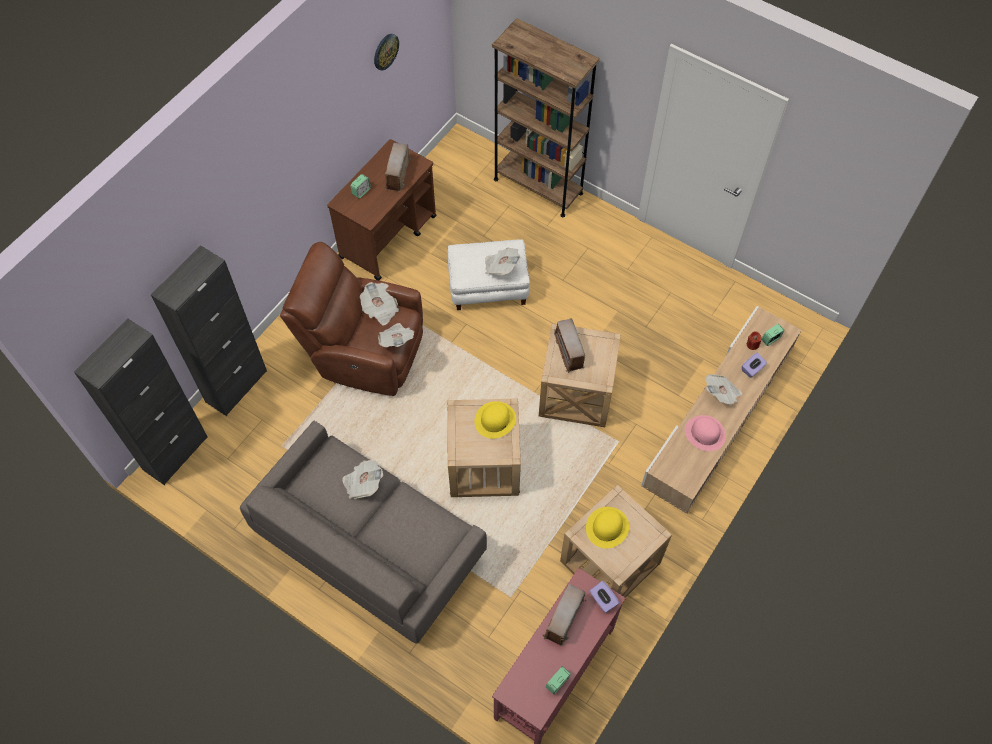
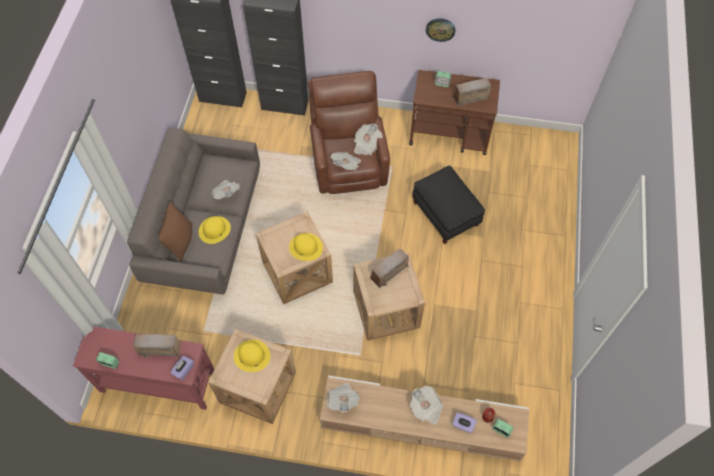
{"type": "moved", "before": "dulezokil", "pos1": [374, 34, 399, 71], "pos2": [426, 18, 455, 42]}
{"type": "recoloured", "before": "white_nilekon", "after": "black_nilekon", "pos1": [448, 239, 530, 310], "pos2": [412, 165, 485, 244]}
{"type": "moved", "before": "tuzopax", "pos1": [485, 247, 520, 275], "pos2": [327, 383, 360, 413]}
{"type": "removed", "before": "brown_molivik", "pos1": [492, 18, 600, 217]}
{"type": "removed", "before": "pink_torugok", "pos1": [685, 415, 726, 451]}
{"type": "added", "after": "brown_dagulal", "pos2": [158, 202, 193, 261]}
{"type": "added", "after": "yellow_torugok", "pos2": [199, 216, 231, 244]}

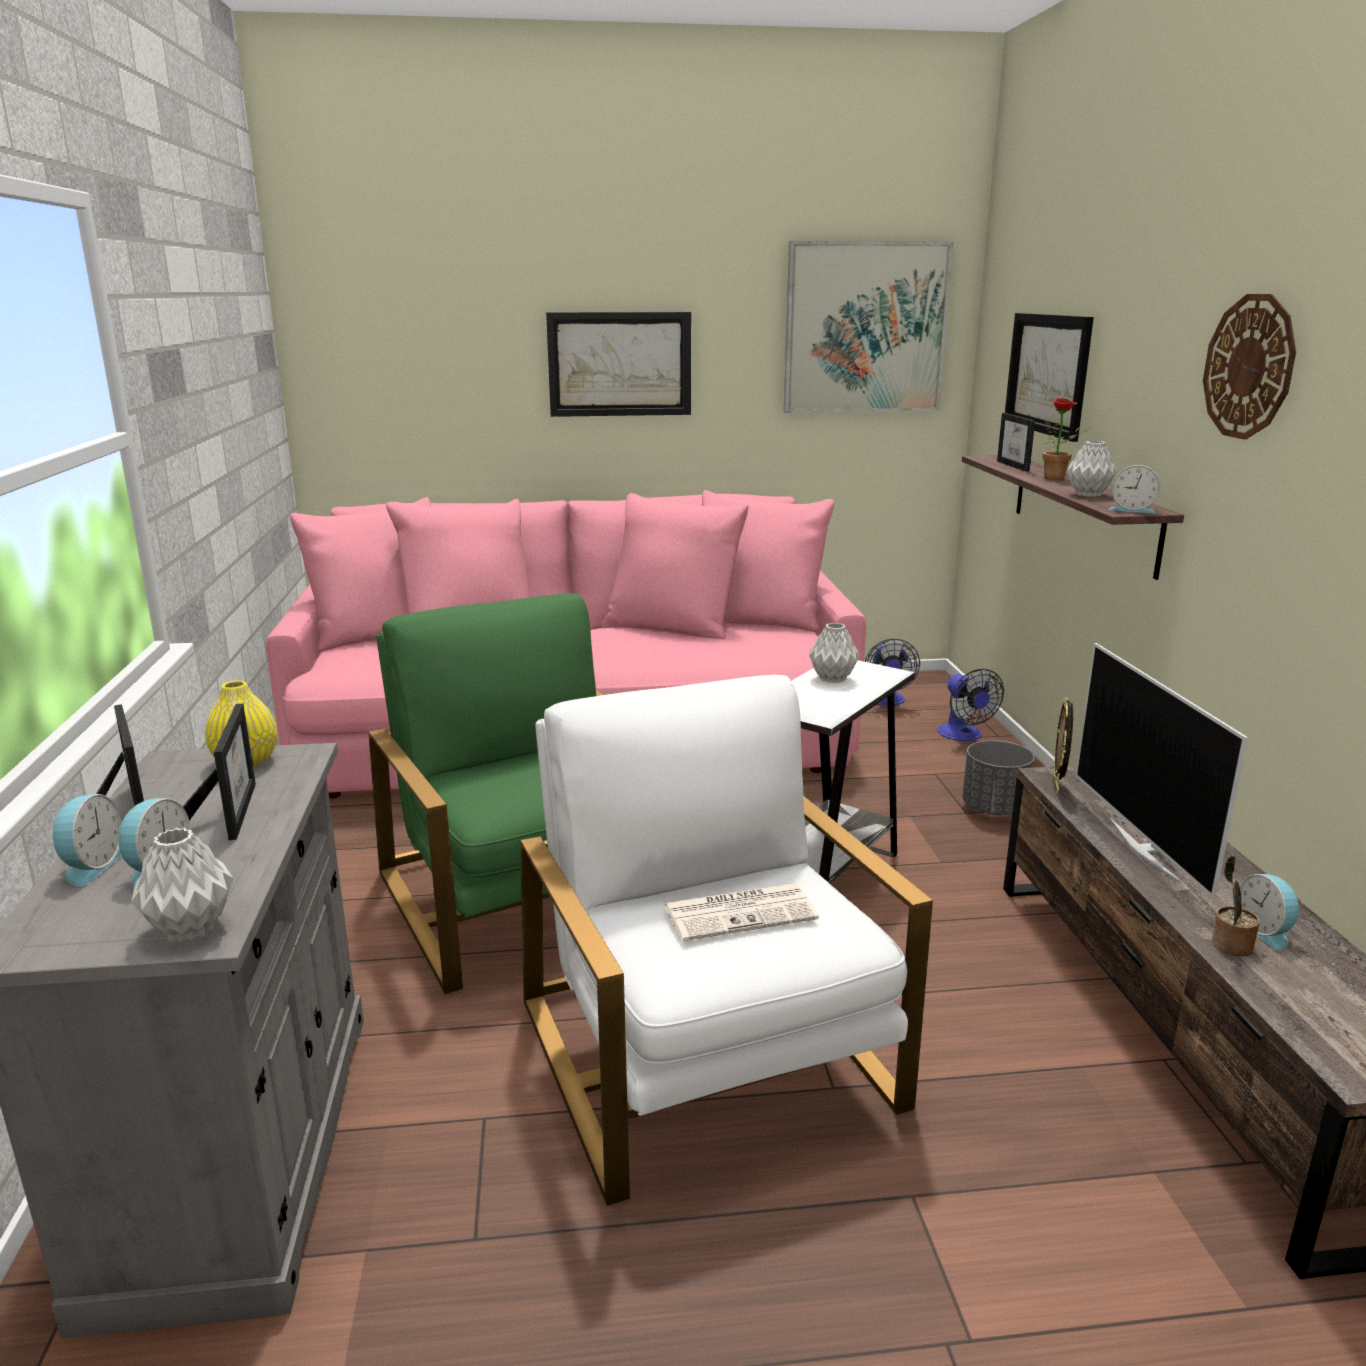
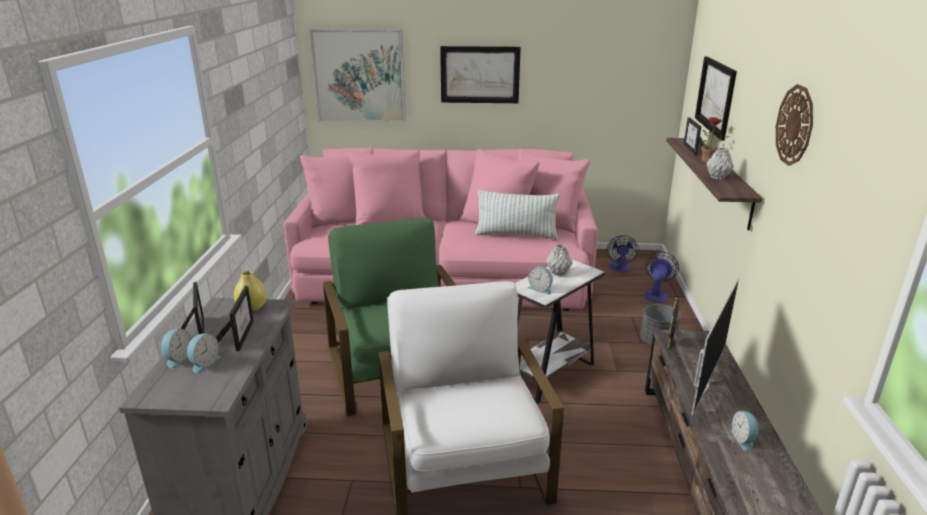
{"type": "removed", "before": "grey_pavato", "pos1": [131, 828, 233, 941]}
{"type": "removed", "before": "tuzopax", "pos1": [664, 883, 819, 941]}
{"type": "moved", "before": "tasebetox", "pos1": [784, 241, 953, 413], "pos2": [309, 29, 406, 122]}
{"type": "turned", "before": "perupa", "pos1": [938, 669, 1004, 741], "pos2": [644, 251, 679, 303], "turn": -150}
{"type": "turned", "before": "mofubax", "pos1": [1075, 643, 1248, 898], "pos2": [691, 278, 739, 415], "turn": -150}
{"type": "moved", "before": "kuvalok", "pos1": [1108, 465, 1160, 513], "pos2": [528, 266, 553, 295]}
{"type": "removed", "before": "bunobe", "pos1": [1212, 856, 1260, 956]}
{"type": "added", "after": "dagulal", "pos2": [475, 190, 560, 240]}

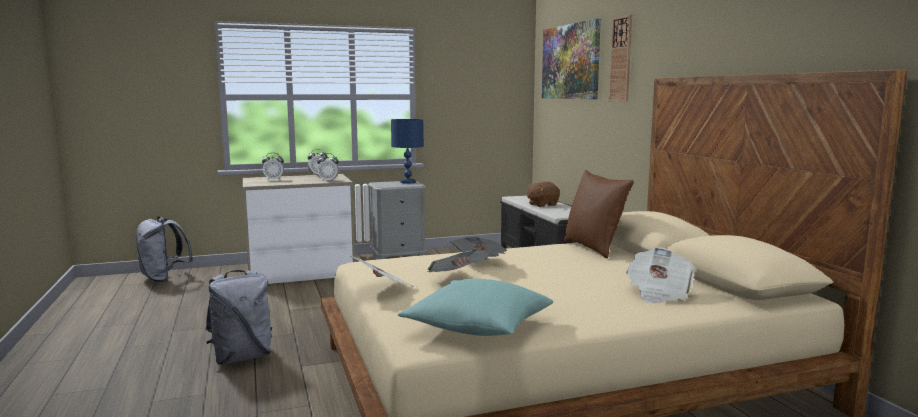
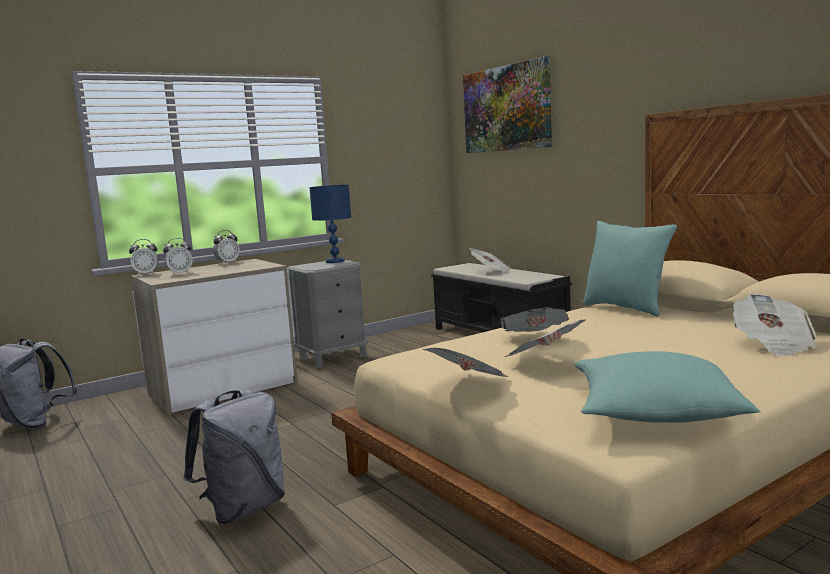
{"type": "moved", "before": "kuvalok", "pos1": [317, 153, 339, 182], "pos2": [129, 239, 159, 276]}
{"type": "replaced", "before": "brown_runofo", "after": "tuzopax", "pos1": [527, 182, 560, 207], "pos2": [469, 248, 510, 273]}
{"type": "recoloured", "before": "brown_dagulal", "after": "turquoise_dagulal", "pos1": [564, 170, 634, 258], "pos2": [582, 221, 677, 316]}
{"type": "removed", "before": "dulezokil", "pos1": [609, 15, 632, 102]}

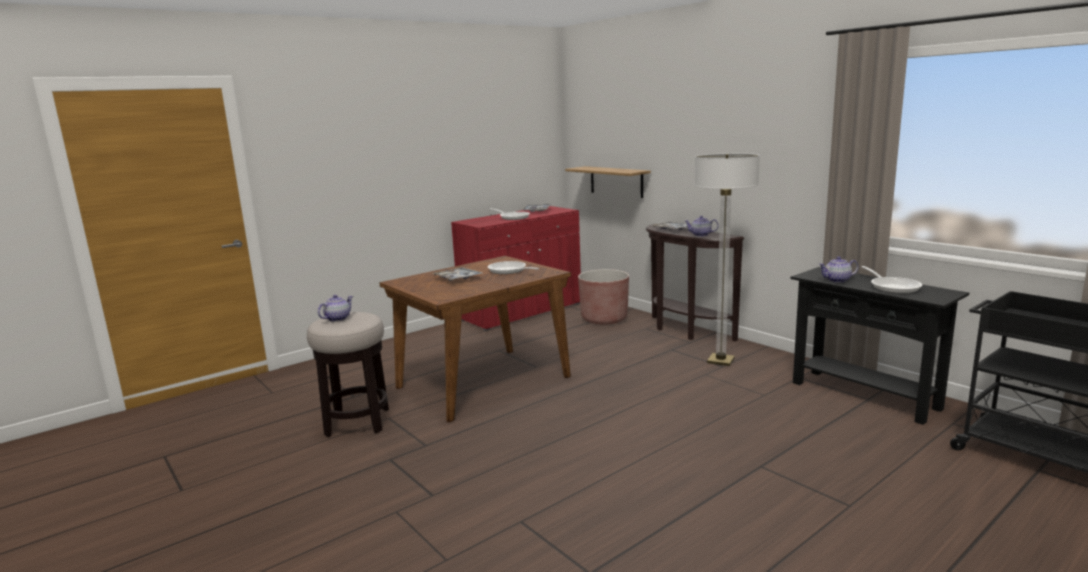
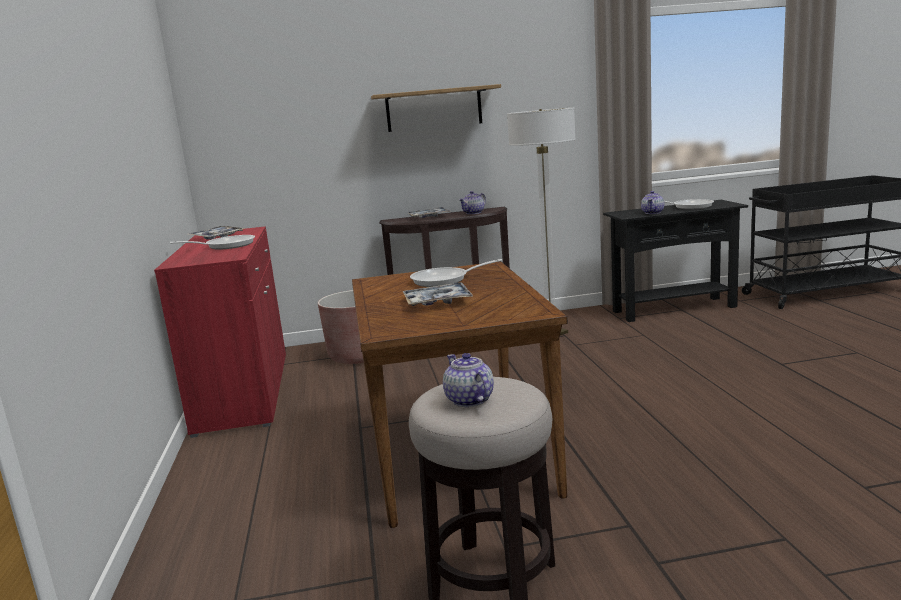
{"type": "moved", "before": "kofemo", "pos1": [565, 166, 651, 198], "pos2": [371, 84, 501, 132]}

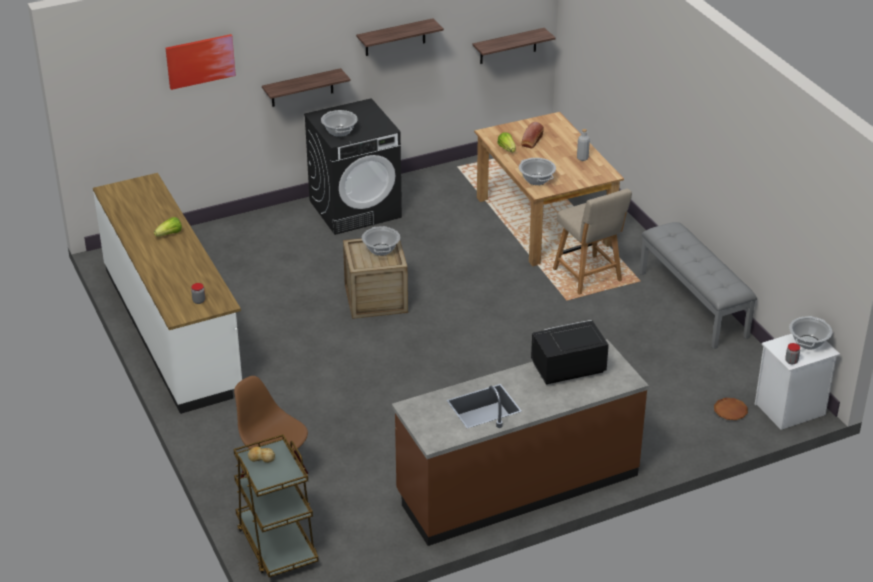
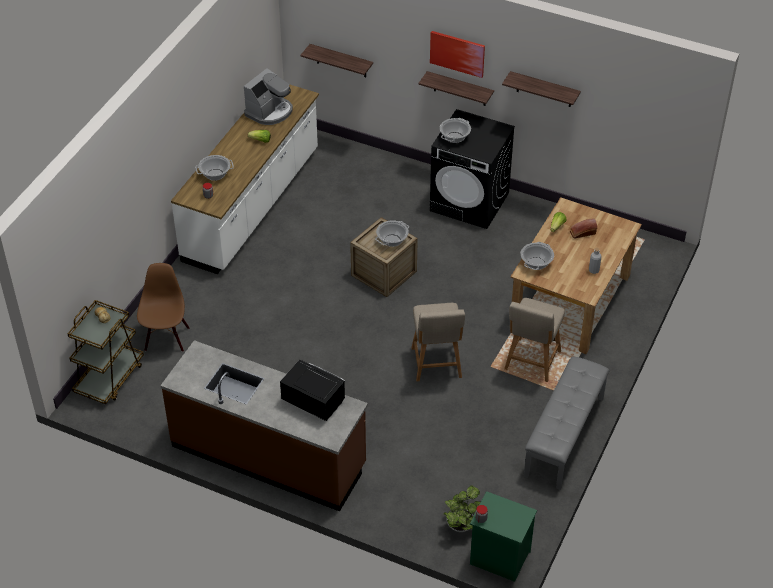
{"type": "moved", "before": "tasebetox", "pos1": [165, 34, 236, 90], "pos2": [430, 31, 485, 78]}
{"type": "moved", "before": "kofemo", "pos1": [472, 28, 555, 64], "pos2": [300, 44, 373, 77]}
{"type": "replaced", "before": "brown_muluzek", "after": "bunobe", "pos1": [714, 398, 748, 420], "pos2": [443, 485, 481, 532]}
{"type": "recoloured", "before": "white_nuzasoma", "after": "green_nuzasoma", "pos1": [755, 334, 840, 430], "pos2": [470, 491, 537, 582]}
{"type": "moved", "before": "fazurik", "pos1": [789, 316, 832, 349], "pos2": [195, 155, 234, 181]}
{"type": "added", "after": "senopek", "pos2": [244, 68, 293, 125]}
{"type": "added", "after": "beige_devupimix", "pos2": [411, 303, 465, 381]}

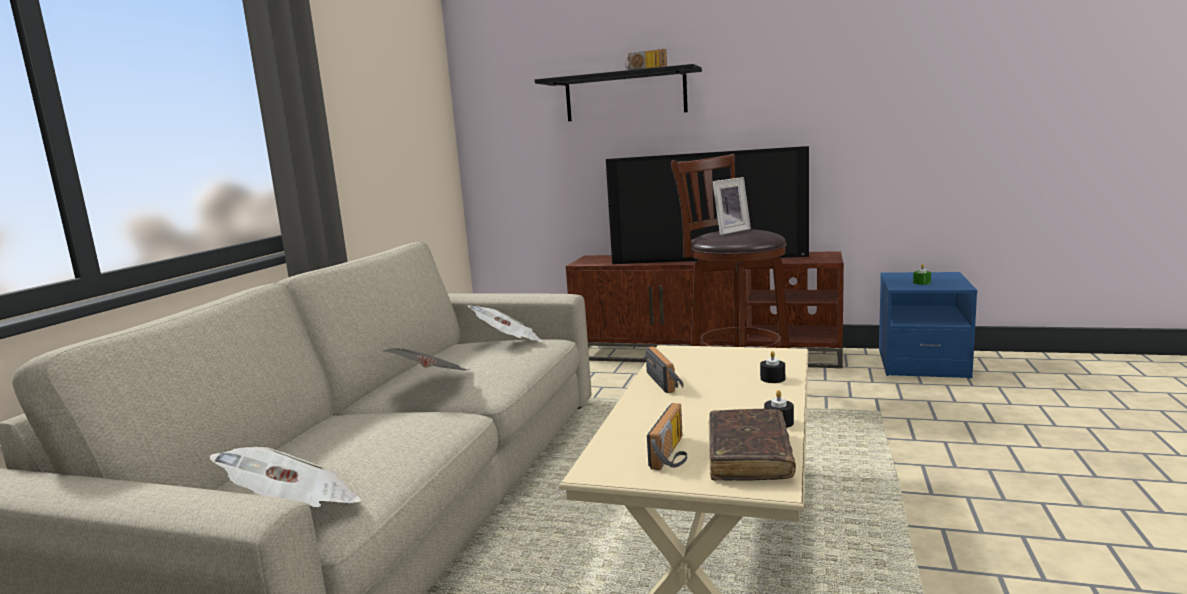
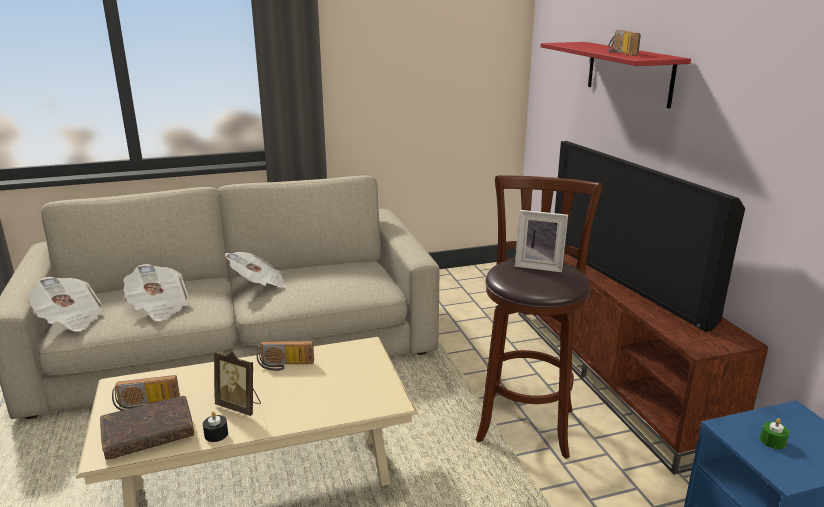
{"type": "moved", "before": "tuzopax", "pos1": [467, 306, 544, 342], "pos2": [123, 264, 189, 321]}
{"type": "recoloured", "before": "black_kofemo", "after": "red_kofemo", "pos1": [535, 64, 702, 121], "pos2": [541, 42, 691, 109]}
{"type": "turned", "before": "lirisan", "pos1": [646, 346, 683, 393], "pos2": [257, 341, 314, 371], "turn": 45}
{"type": "removed", "before": "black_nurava", "pos1": [760, 351, 785, 383]}
{"type": "added", "after": "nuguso", "pos2": [214, 351, 261, 416]}

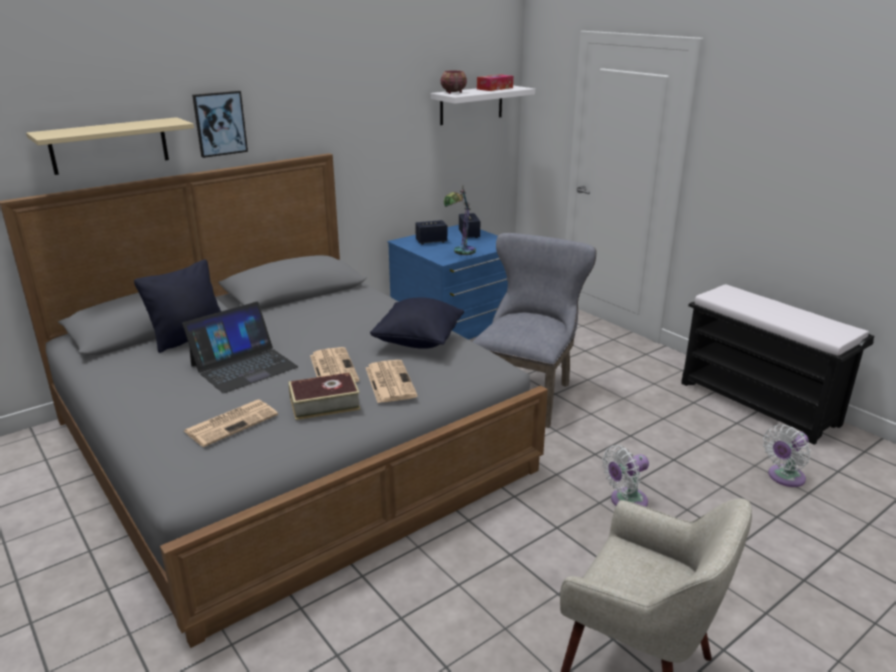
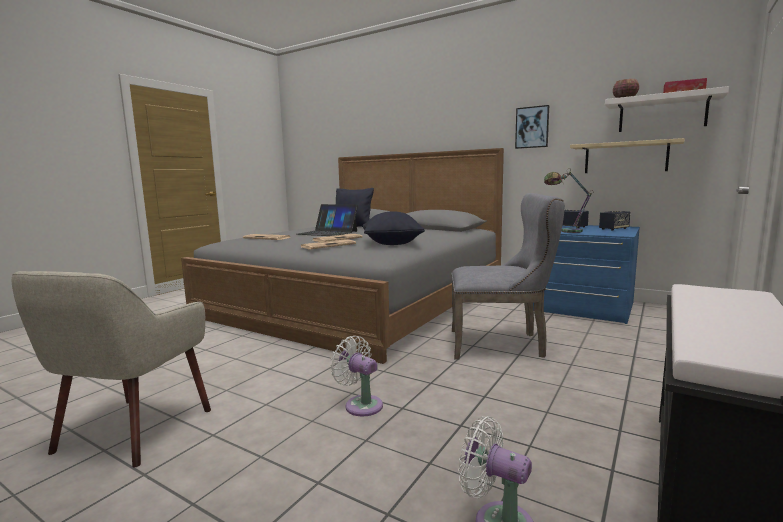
{"type": "moved", "before": "beige_kofemo", "pos1": [26, 117, 194, 175], "pos2": [570, 138, 685, 173]}
{"type": "moved", "before": "tasebetox", "pos1": [192, 91, 248, 158], "pos2": [515, 105, 549, 149]}
{"type": "removed", "before": "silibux", "pos1": [288, 372, 361, 420]}

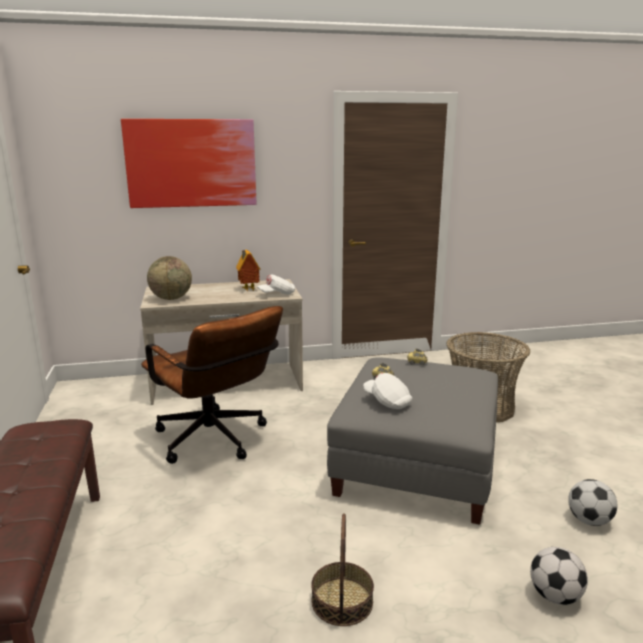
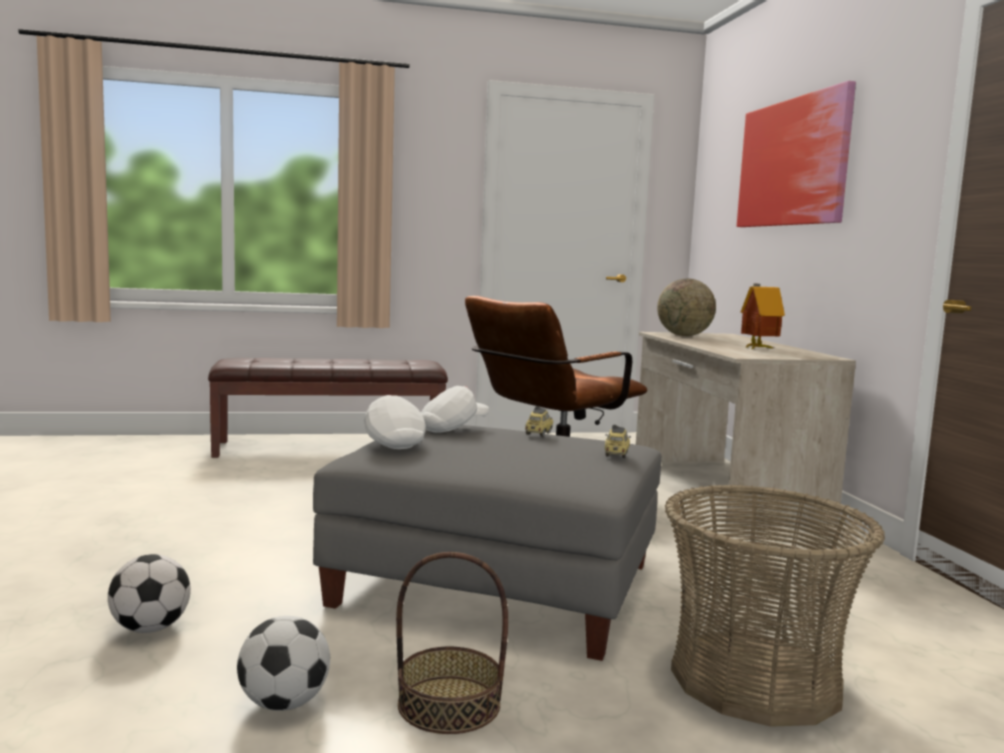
{"type": "moved", "before": "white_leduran", "pos1": [257, 274, 295, 294], "pos2": [364, 395, 426, 449]}
{"type": "moved", "before": "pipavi", "pos1": [311, 513, 374, 626], "pos2": [396, 552, 508, 734]}

